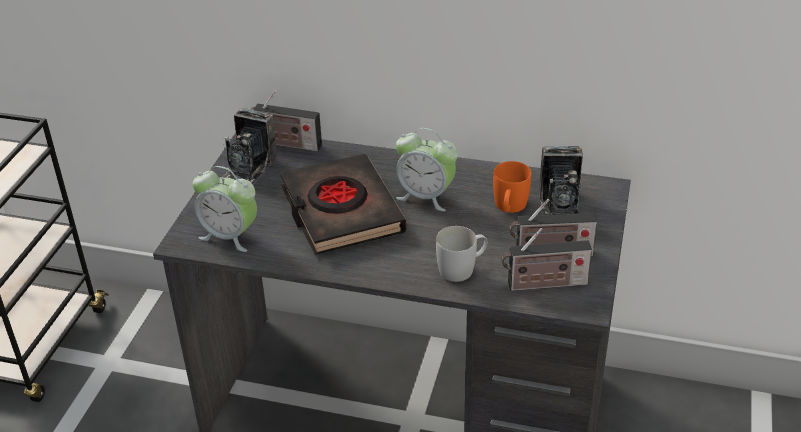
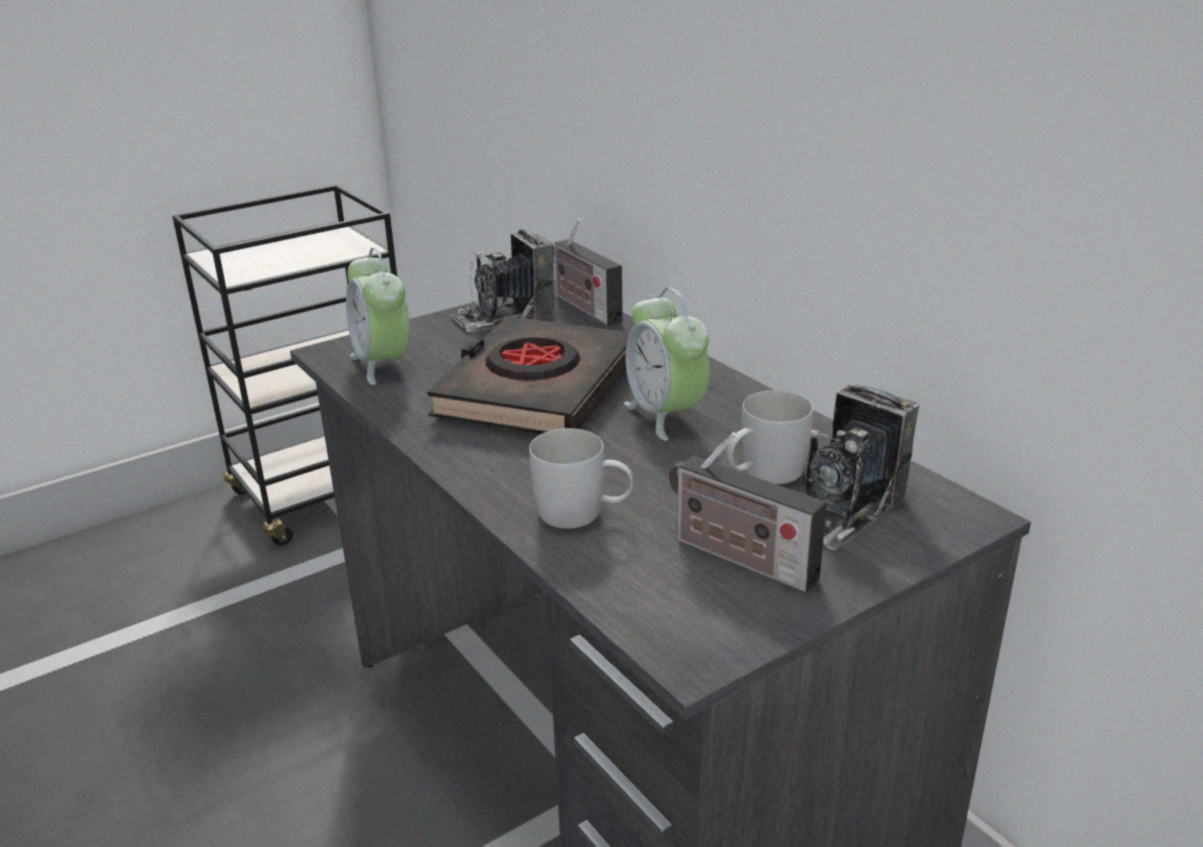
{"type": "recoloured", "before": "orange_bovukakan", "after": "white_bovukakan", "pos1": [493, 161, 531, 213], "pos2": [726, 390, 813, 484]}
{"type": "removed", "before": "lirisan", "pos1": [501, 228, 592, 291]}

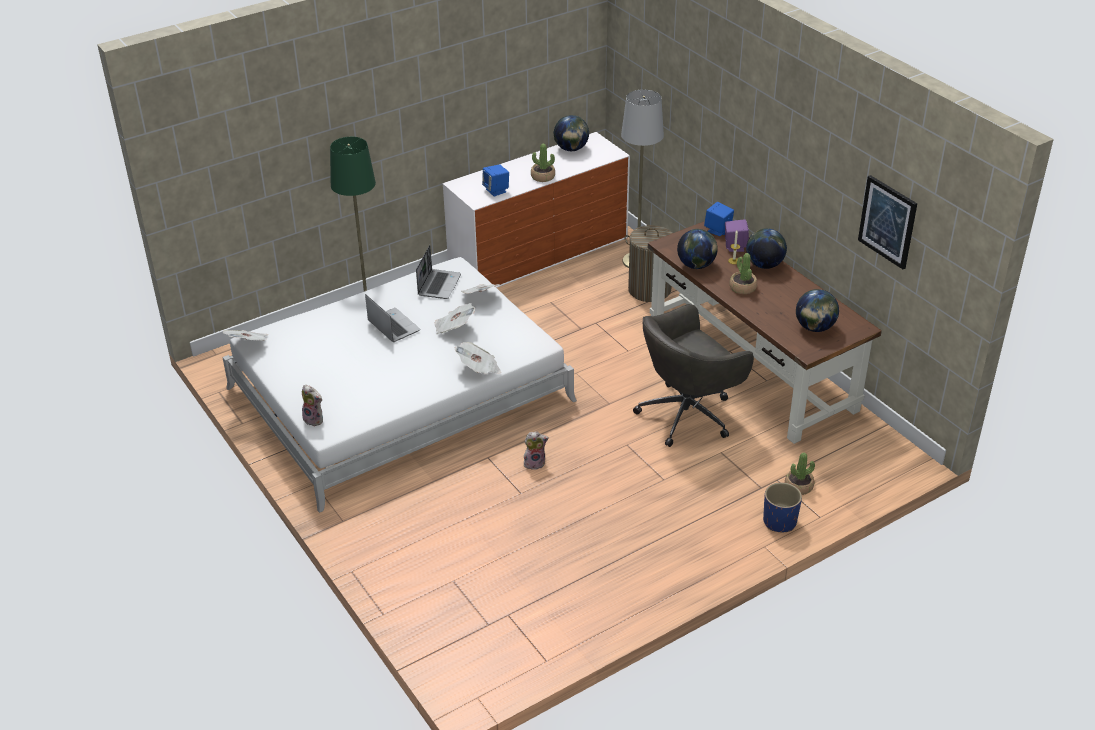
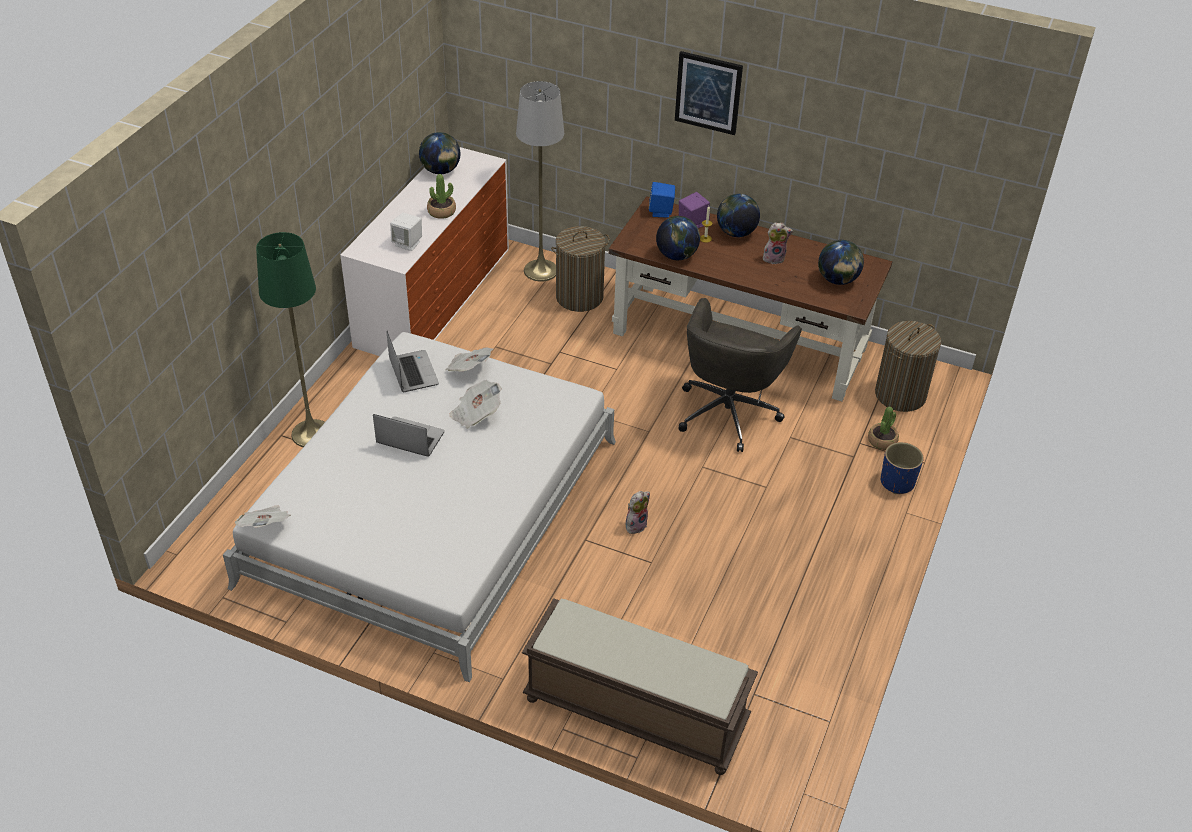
{"type": "moved", "before": "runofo", "pos1": [302, 385, 323, 426], "pos2": [763, 223, 793, 264]}
{"type": "removed", "before": "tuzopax", "pos1": [454, 342, 501, 374]}
{"type": "recoloured", "before": "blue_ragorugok", "after": "white_ragorugok", "pos1": [482, 164, 509, 197], "pos2": [390, 213, 422, 251]}
{"type": "removed", "before": "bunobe", "pos1": [730, 253, 757, 294]}
{"type": "moved", "before": "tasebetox", "pos1": [858, 175, 917, 269], "pos2": [675, 51, 743, 135]}
{"type": "added", "after": "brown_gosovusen", "pos2": [522, 598, 758, 775]}
{"type": "added", "after": "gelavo", "pos2": [875, 321, 941, 412]}

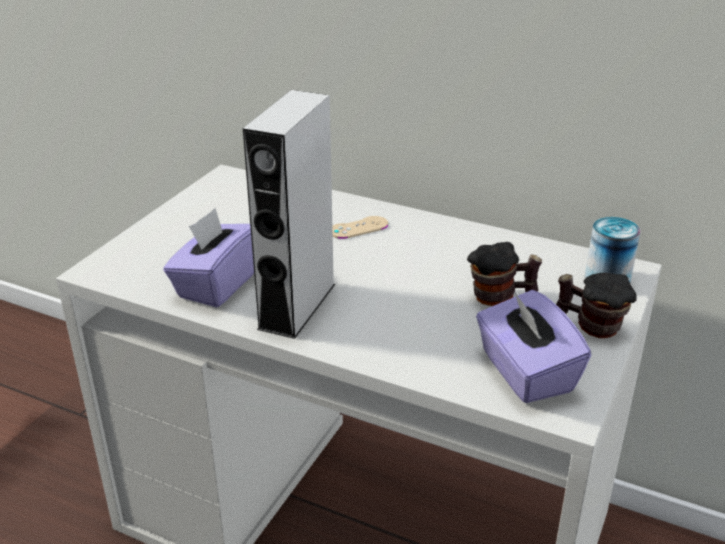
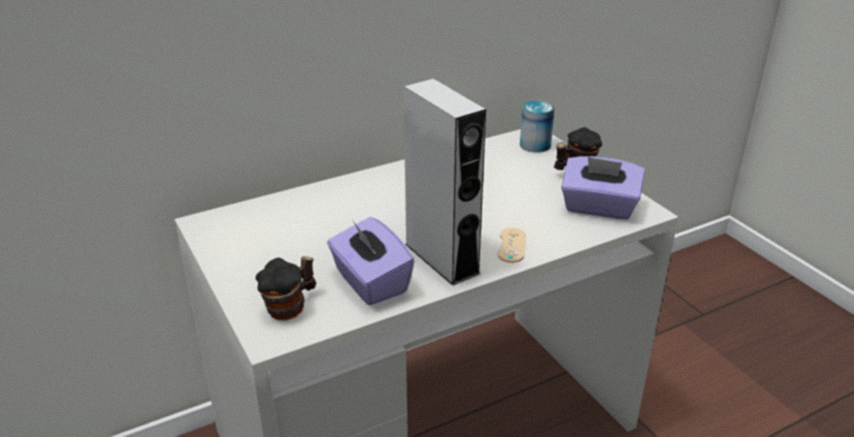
{"type": "moved", "before": "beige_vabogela", "pos1": [332, 216, 388, 239], "pos2": [498, 228, 526, 263]}
{"type": "moved", "before": "bovukakan", "pos1": [467, 242, 542, 306], "pos2": [256, 256, 316, 320]}

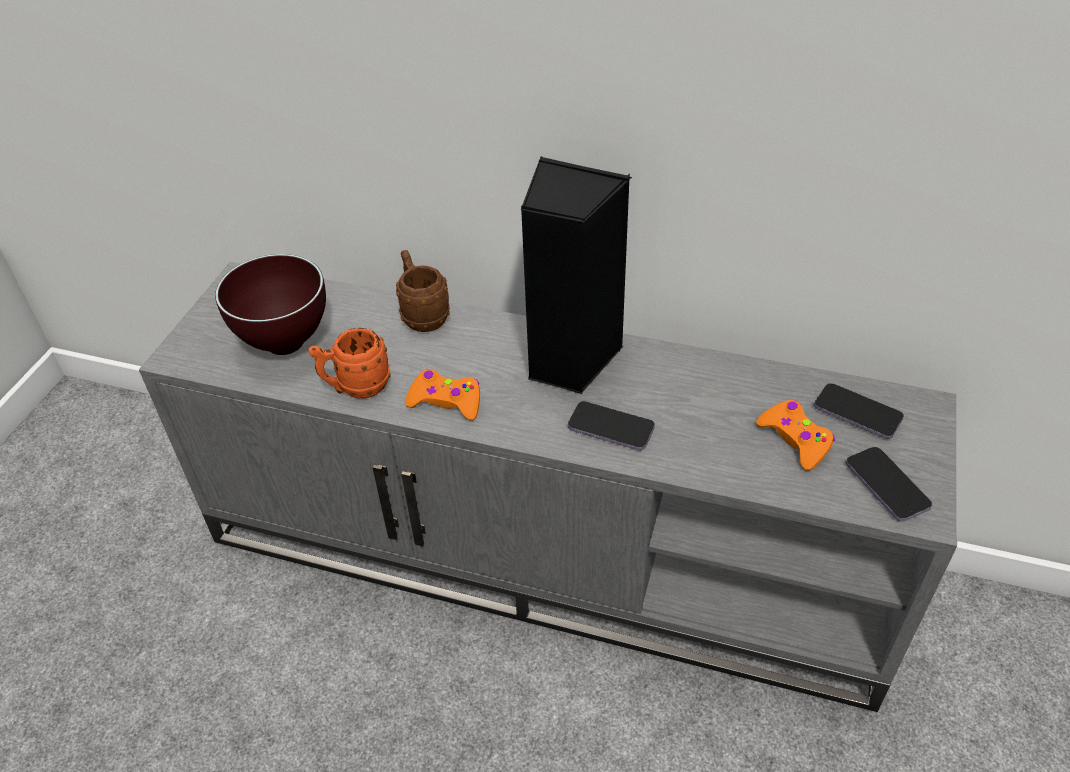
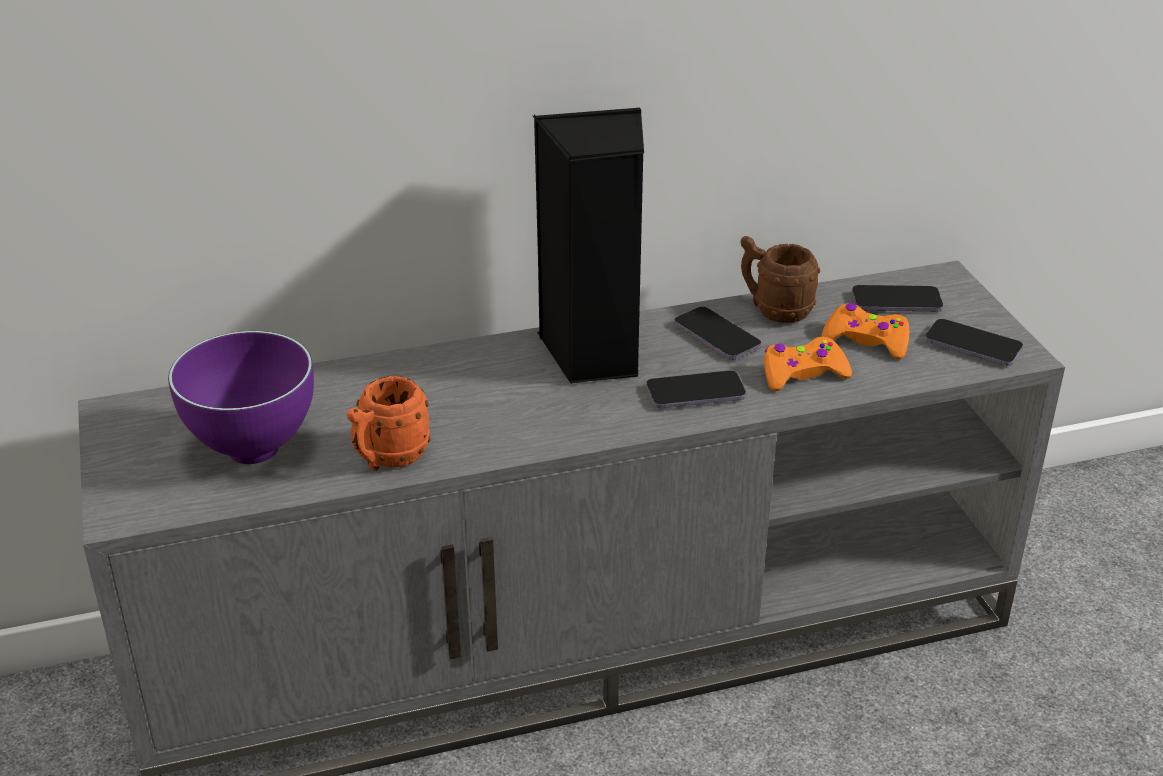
{"type": "recoloured", "before": "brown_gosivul", "after": "purple_gosivul", "pos1": [215, 254, 326, 355], "pos2": [168, 331, 314, 464]}
{"type": "moved", "before": "brown_bovukakan", "pos1": [396, 250, 450, 332], "pos2": [741, 236, 820, 323]}
{"type": "moved", "before": "orange_vabogela", "pos1": [405, 369, 480, 421], "pos2": [764, 337, 852, 391]}
{"type": "added", "after": "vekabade", "pos2": [674, 306, 761, 360]}

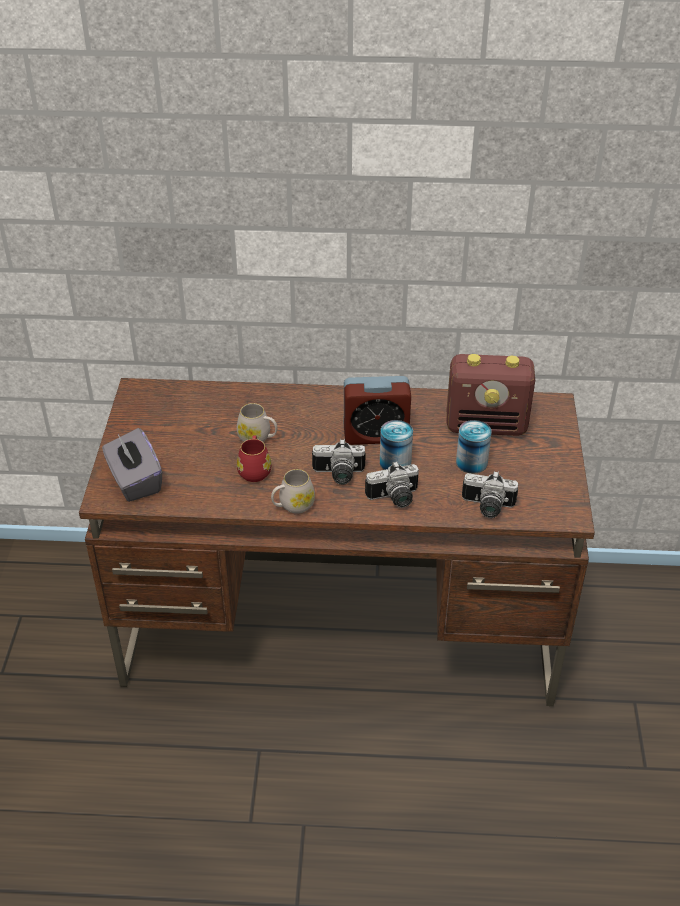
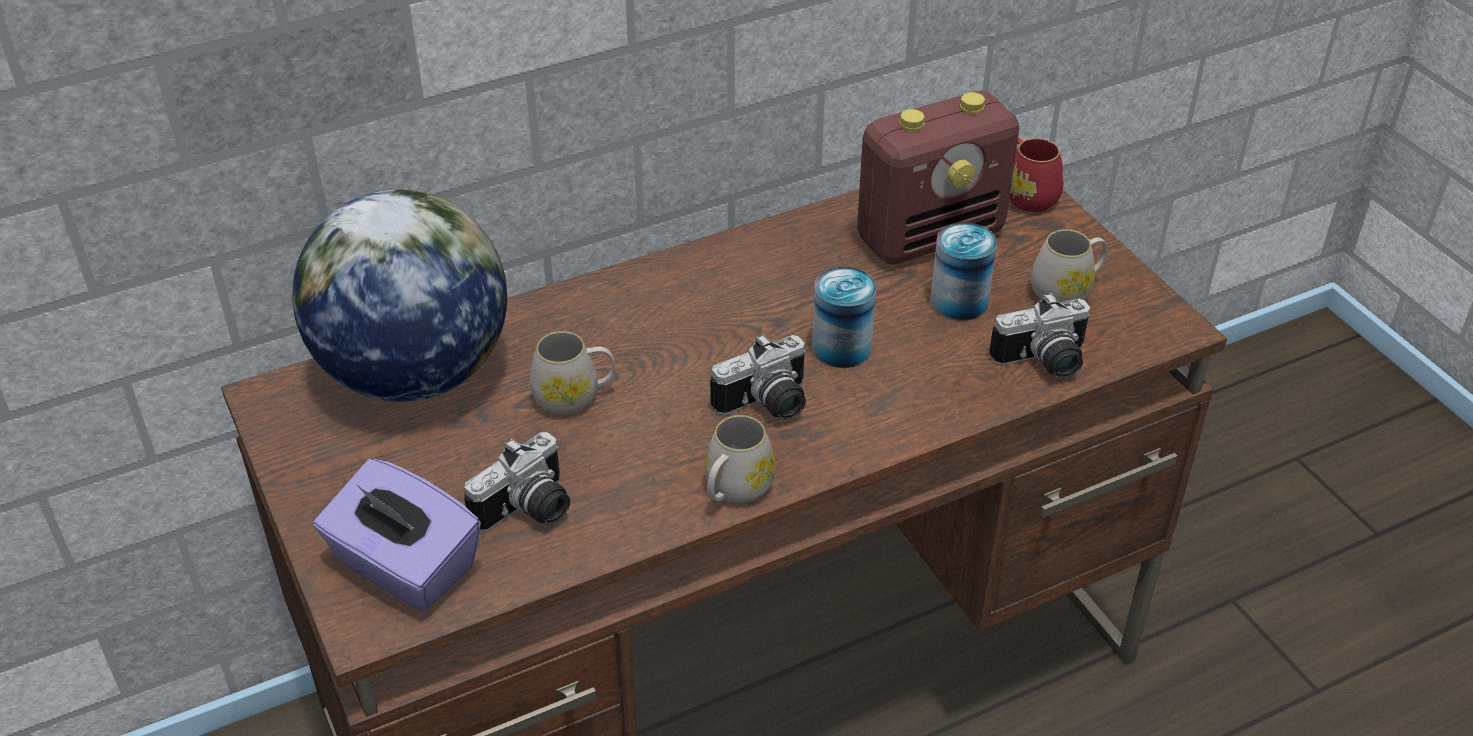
{"type": "recoloured", "before": "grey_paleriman", "after": "purple_paleriman", "pos1": [102, 428, 162, 502], "pos2": [314, 459, 481, 611]}
{"type": "moved", "before": "red_bovukakan", "pos1": [237, 435, 271, 482], "pos2": [1009, 138, 1064, 212]}
{"type": "removed", "before": "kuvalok", "pos1": [344, 376, 411, 445]}
{"type": "moved", "before": "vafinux", "pos1": [365, 461, 419, 508], "pos2": [464, 432, 570, 532]}
{"type": "added", "after": "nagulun", "pos2": [292, 190, 507, 402]}
{"type": "added", "after": "white_bovukakan", "pos2": [1031, 229, 1108, 302]}

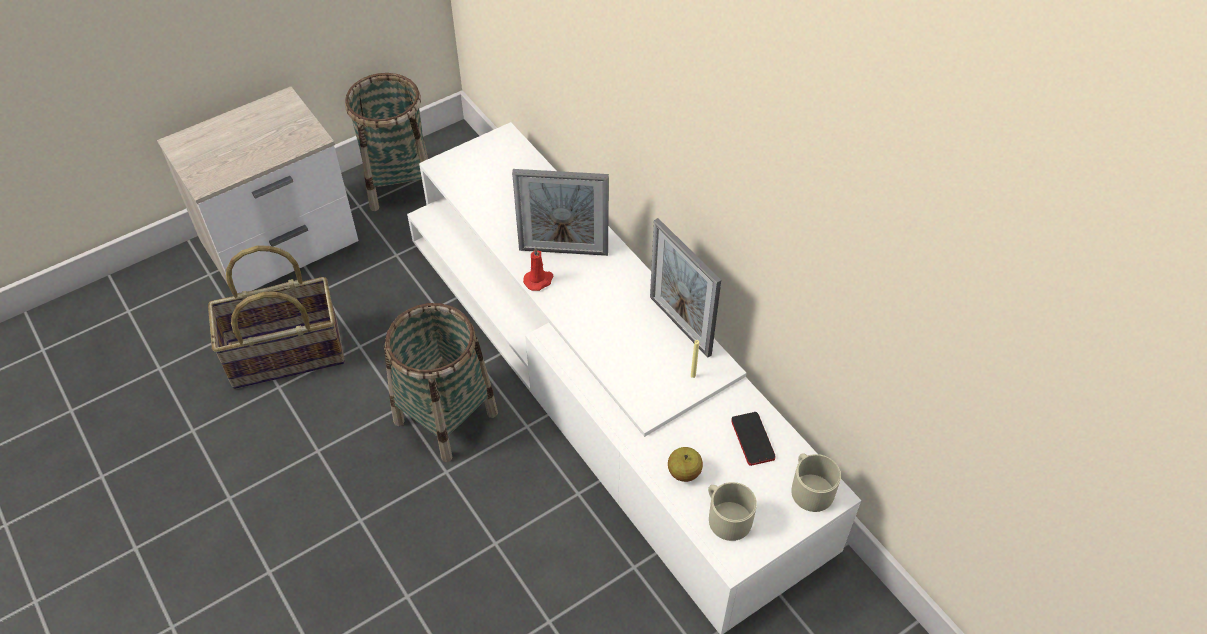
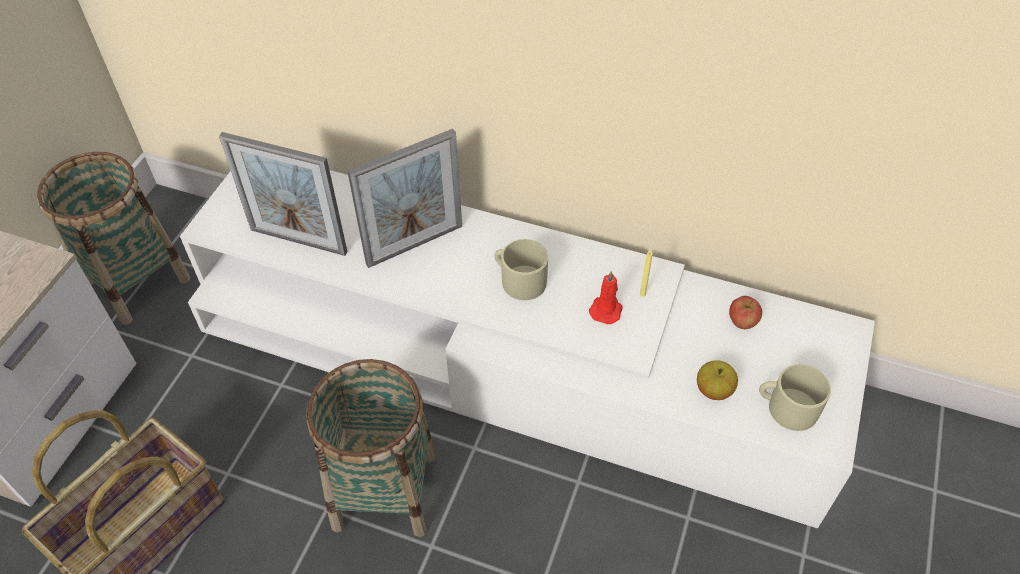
{"type": "moved", "before": "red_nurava", "pos1": [523, 247, 553, 291], "pos2": [589, 271, 623, 324]}
{"type": "moved", "before": "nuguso", "pos1": [650, 218, 721, 358], "pos2": [219, 132, 347, 256]}
{"type": "replaced", "before": "vekabade", "after": "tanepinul", "pos1": [731, 412, 775, 466], "pos2": [729, 296, 762, 329]}
{"type": "moved", "before": "beige_bovukakan", "pos1": [791, 453, 841, 512], "pos2": [495, 239, 548, 300]}

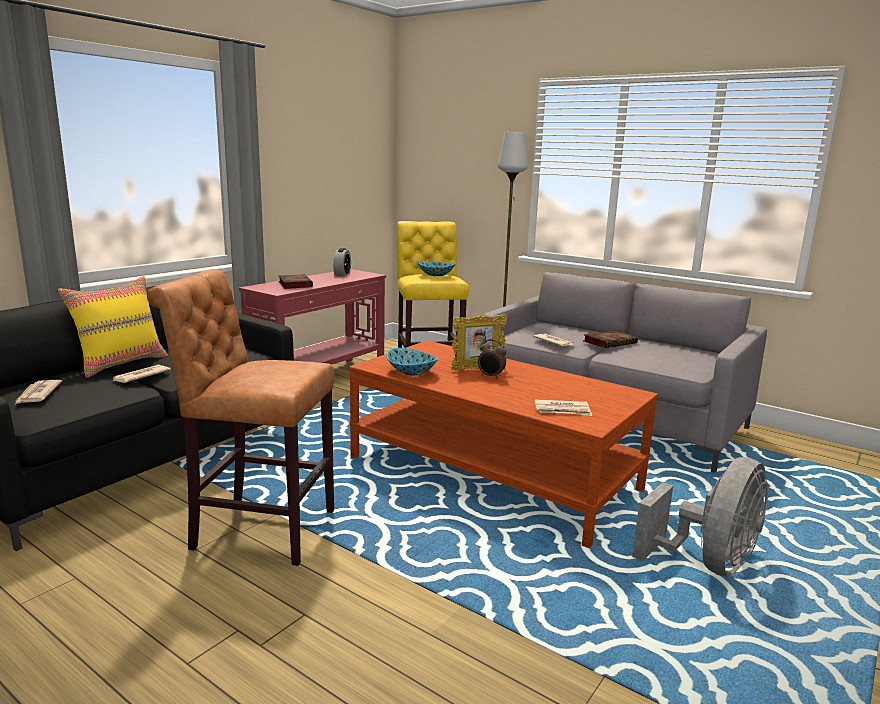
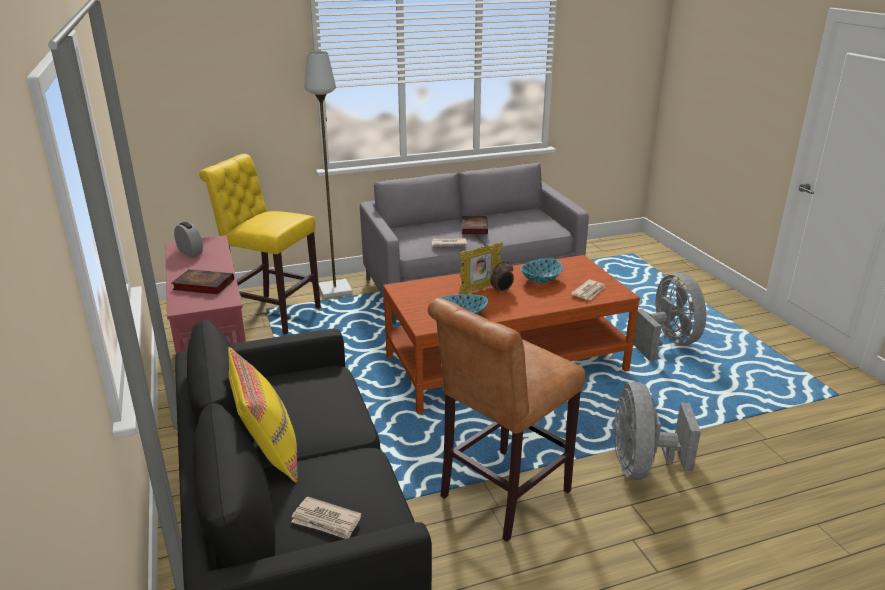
{"type": "removed", "before": "tuzopax", "pos1": [113, 365, 171, 383]}
{"type": "moved", "before": "gosivul", "pos1": [417, 261, 456, 276], "pos2": [520, 258, 563, 283]}
{"type": "turned", "before": "nuguso", "pos1": [451, 315, 508, 371], "pos2": [459, 242, 503, 295], "turn": 45}
{"type": "added", "after": "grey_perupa", "pos2": [614, 382, 701, 480]}

